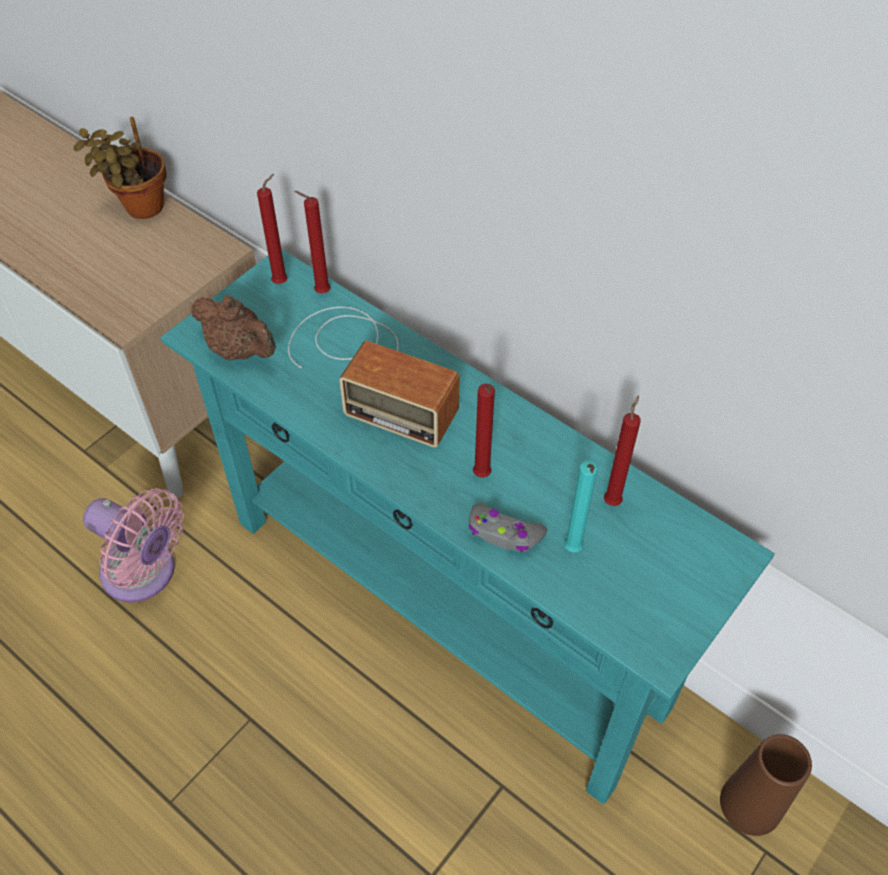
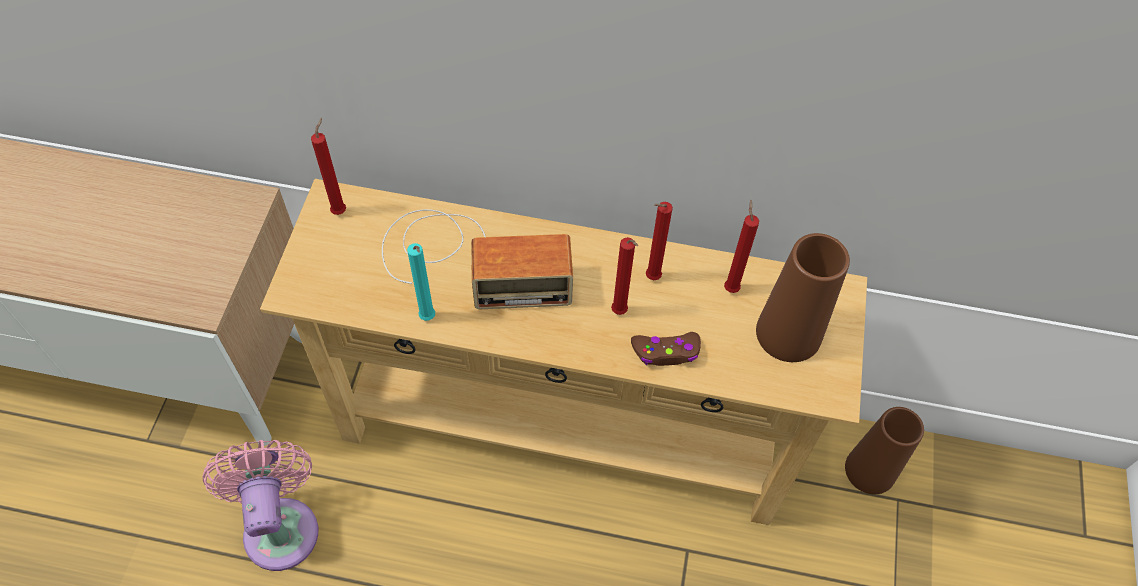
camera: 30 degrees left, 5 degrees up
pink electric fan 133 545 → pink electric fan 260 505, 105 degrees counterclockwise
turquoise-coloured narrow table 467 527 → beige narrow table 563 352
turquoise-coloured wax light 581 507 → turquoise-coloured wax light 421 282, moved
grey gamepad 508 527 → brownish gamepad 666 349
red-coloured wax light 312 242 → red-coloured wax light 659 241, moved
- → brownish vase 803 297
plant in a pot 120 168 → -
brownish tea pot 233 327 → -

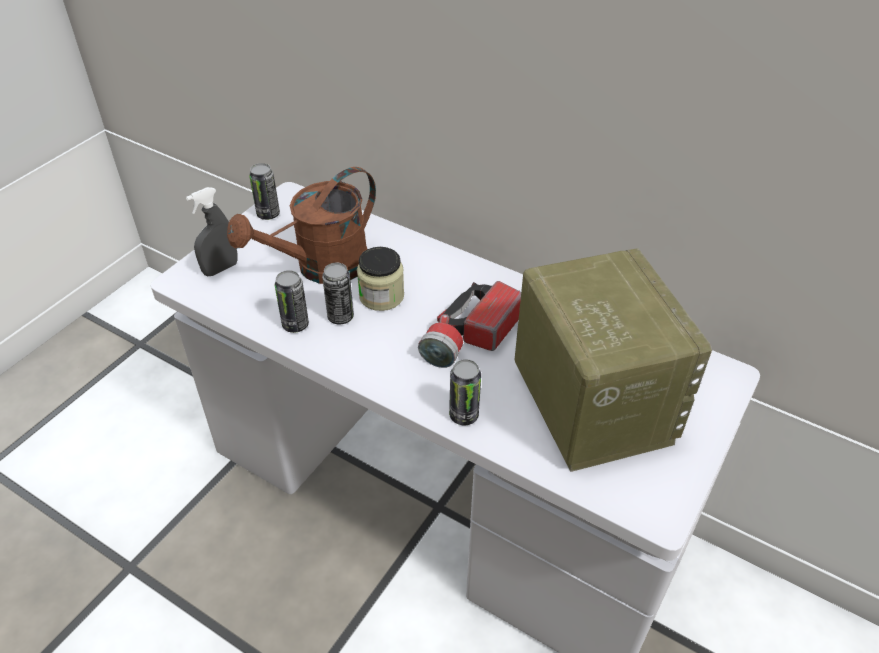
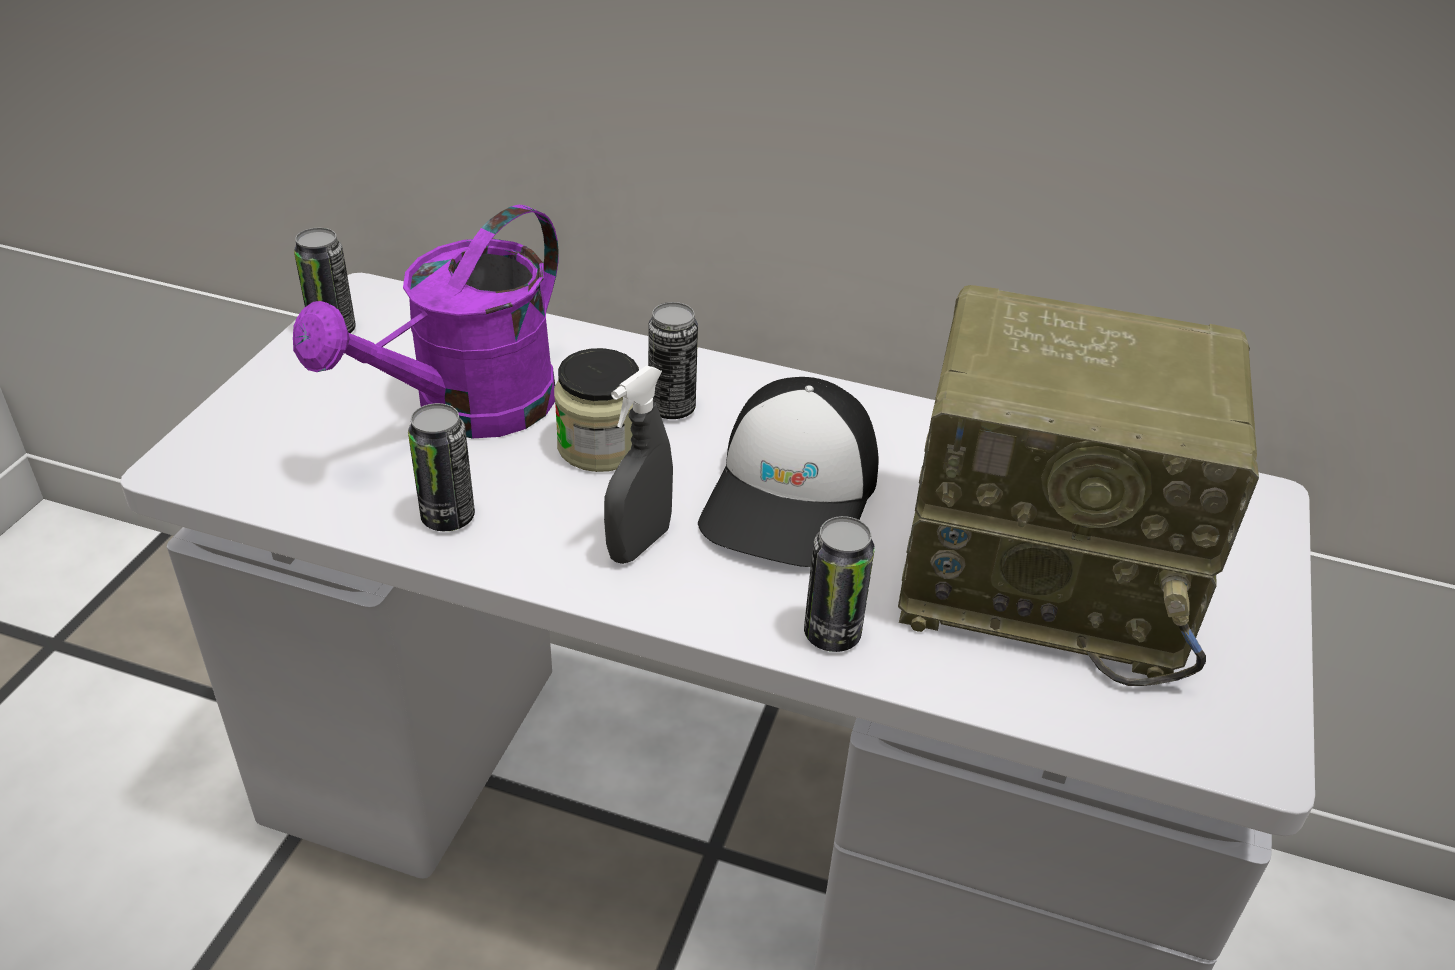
camera: 15 degrees left, 5 degrees down
brownish sprinkling can 301 225 → purplish sprinkling can 426 321
grey hand sprayer 212 231 → grey hand sprayer 638 465, moved
sealed can 338 294 → sealed can 673 360, moved
hand torch 469 324 → cap 788 472
radio receiver 613 360 → radio receiver 1078 485, 135 degrees clockwise

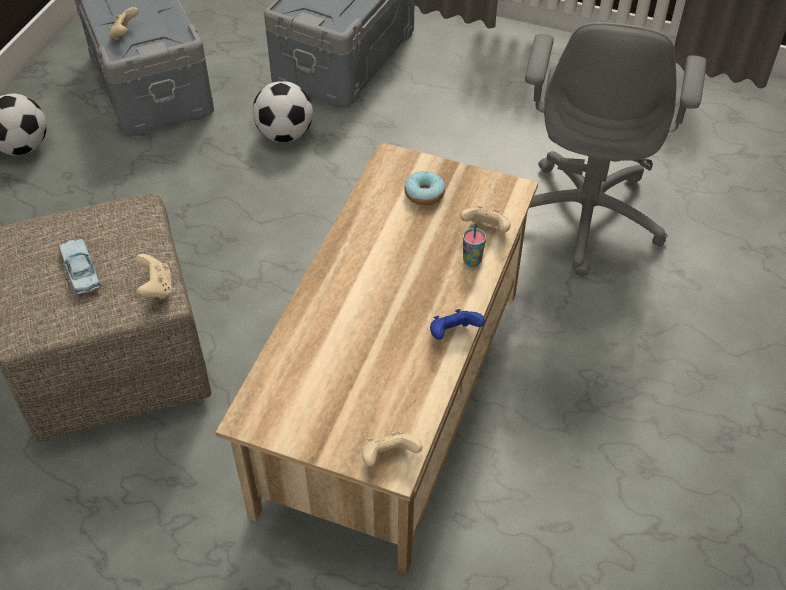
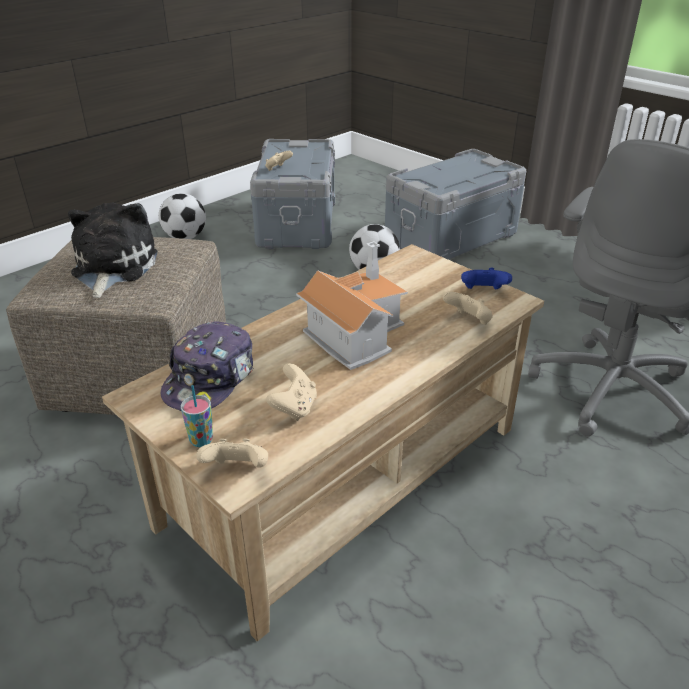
camera: 25 degrees right, 15 degrees down
bluish miniature car 80 267 → plush toy 113 250
- → cap 206 366
drinking cup 474 245 → drinking cup 197 416, moved
beige gamepad 153 276 → beige gamepad 291 392, moved
- → miniature house 352 305
bluish gamepad 457 324 → bluish gamepad 486 278, moved
donut 425 188 → -

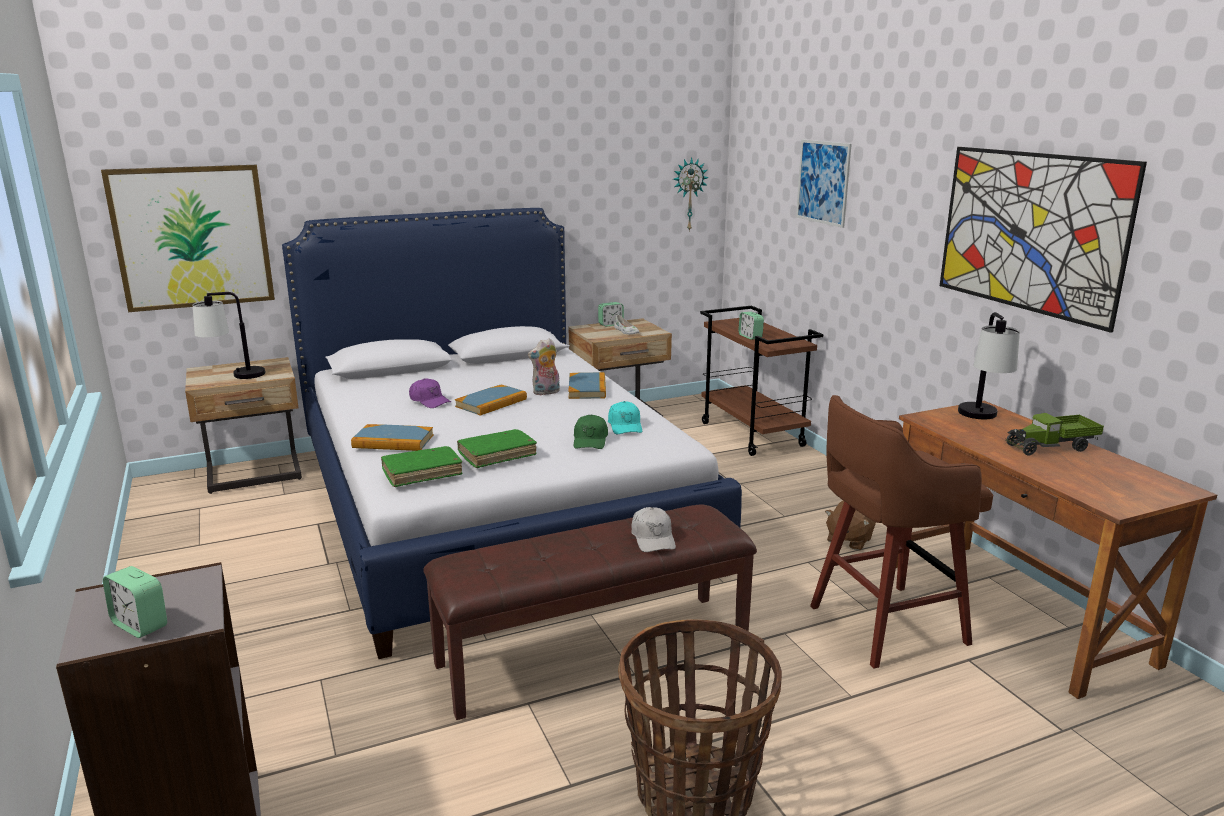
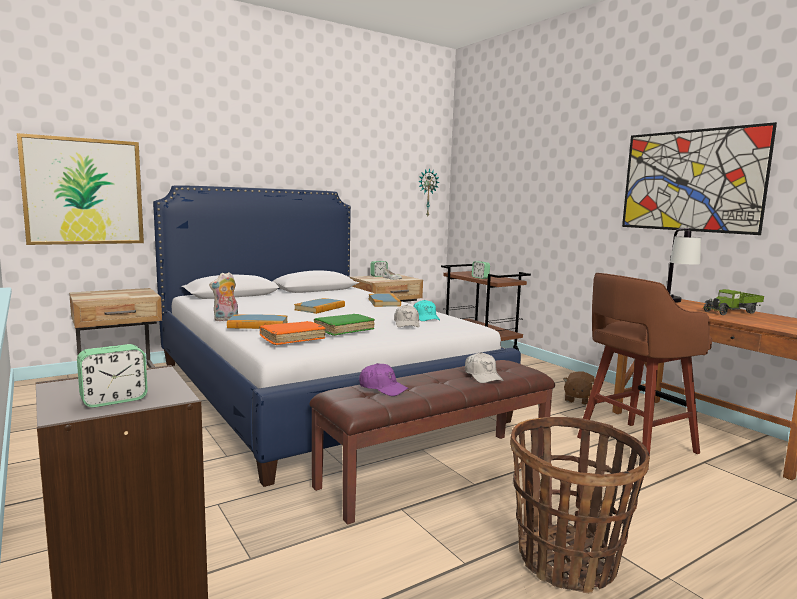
camera: 10 degrees left, 10 degrees down
table clock 135 602 → table clock 112 376, 60 degrees counterclockwise
plush toy 544 366 → plush toy 223 296, moved
green book 421 466 → orange book 292 333
purplish cap 430 393 → purplish cap 384 379, moved
green cap 591 431 → white-coloured cap 407 316
tabletop lamp 229 335 → -
wall picture 824 184 → -

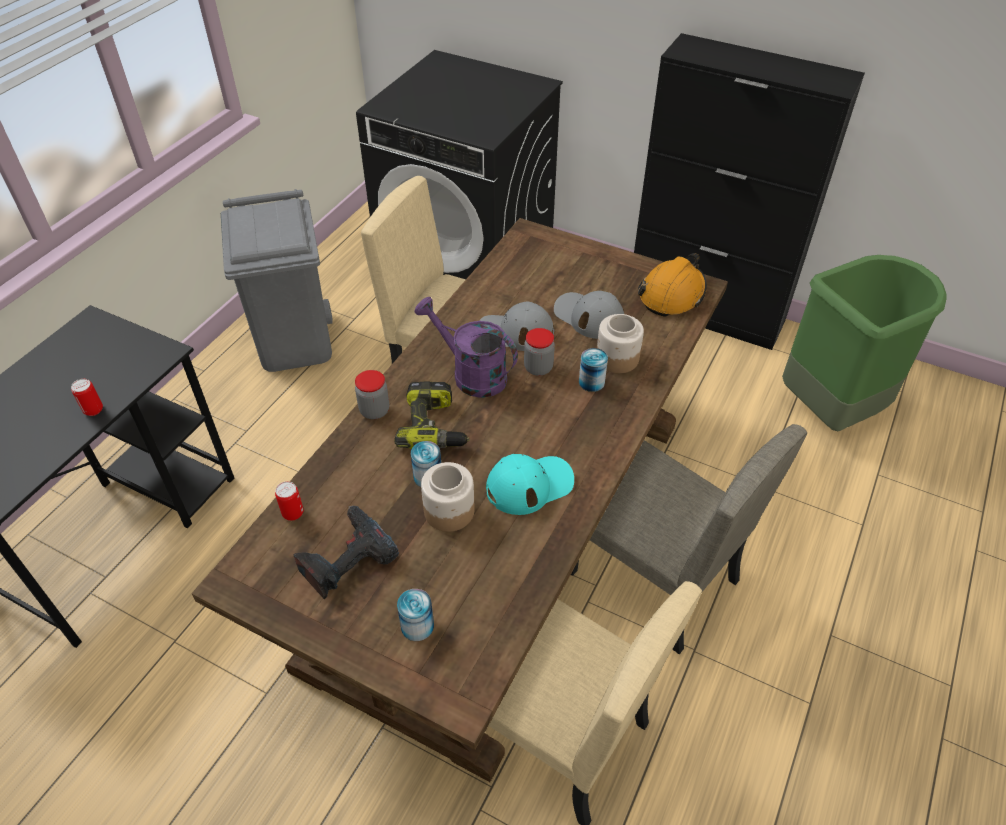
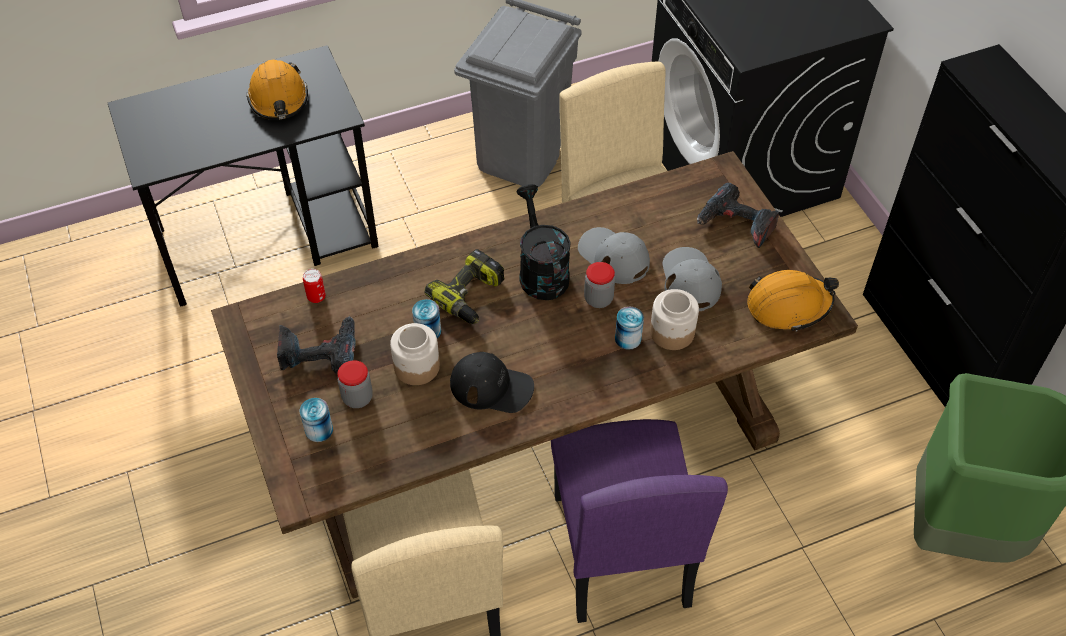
camera: 40 degrees right, 5 degrees up
- → orange hard hat 277 89
preserve jar 372 394 → preserve jar 355 384, moved
turquoise-coloured cap 530 484 → black cap 492 382
purplish sprinkling can 466 347 → black sprinkling can 543 242
beige upright chair 689 539 → purplish upright chair 639 521
- → drill 738 215
sealed can 87 397 → -

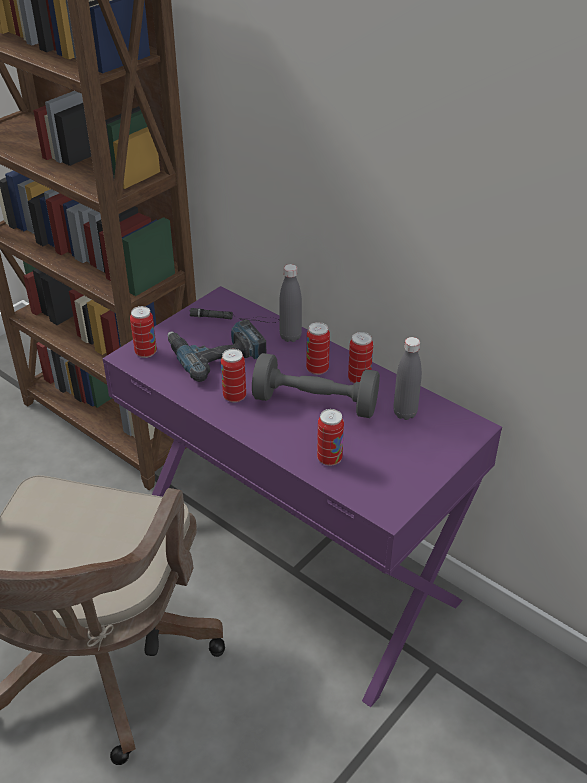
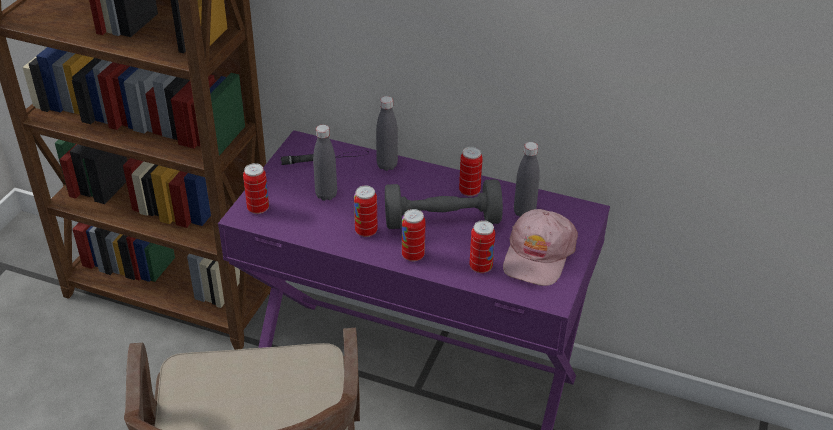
camera: 20 degrees left, 0 degrees up
drill 217 350 → grey beverage bottle 325 163
sealed can 318 348 → sealed can 413 235, moved
- → pink cap 540 247

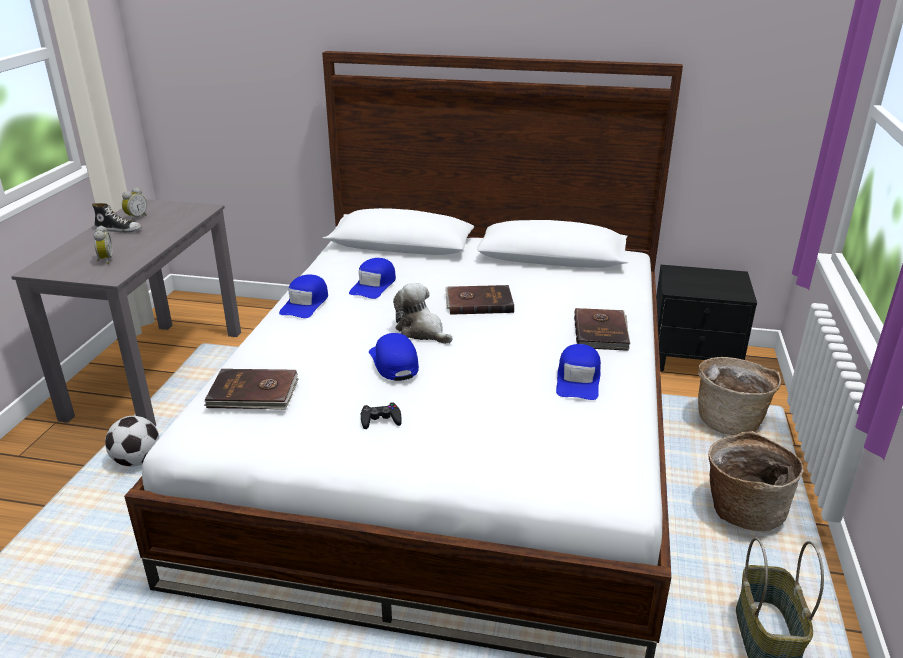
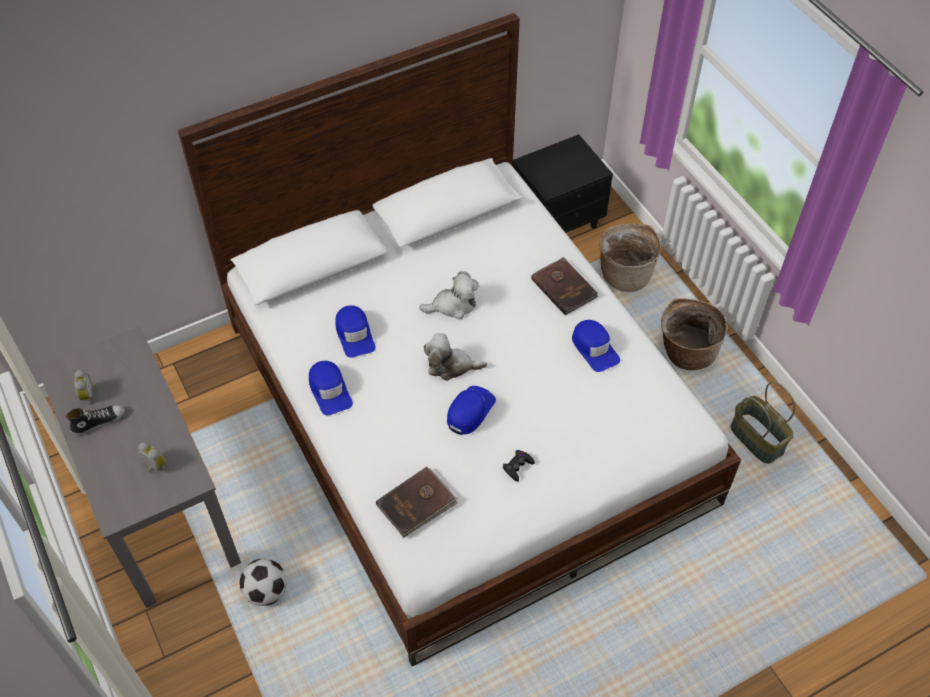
camera: 40 degrees left, 25 degrees up
brownish book 479 300 → plush toy 449 295
bluish cap 394 357 → bluish cap 471 410, 90 degrees clockwise

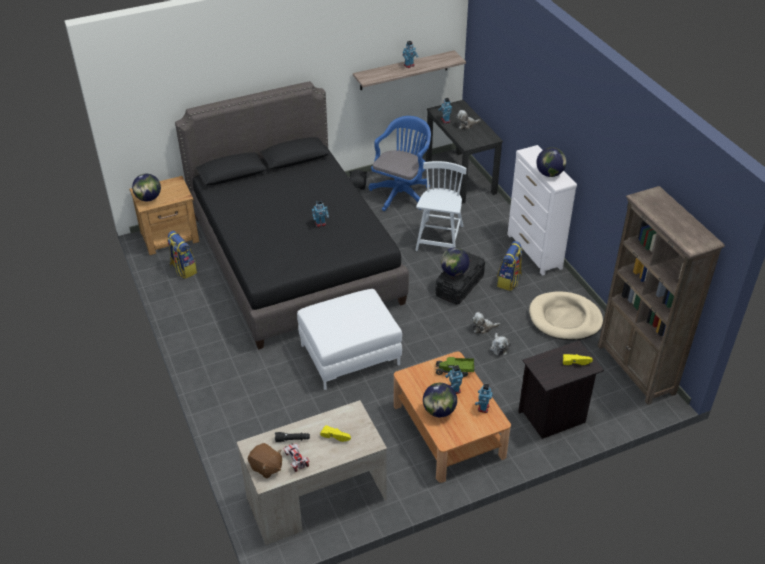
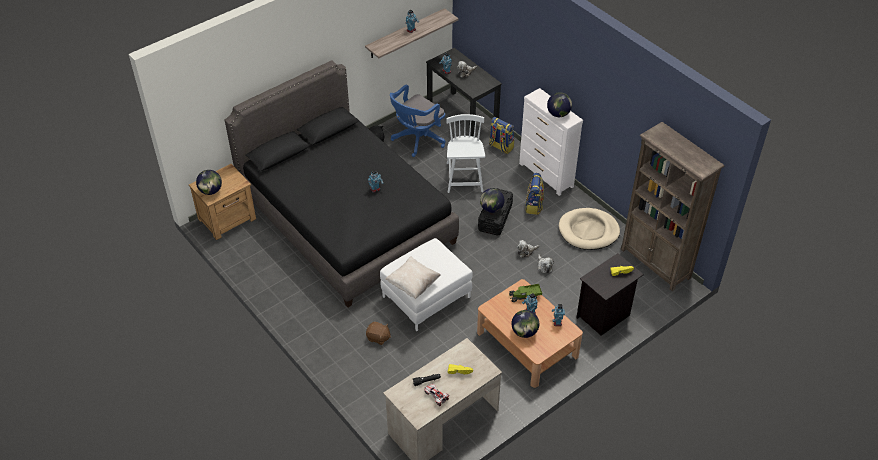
camera: 15 degrees left, 5 degrees up
brownish plush toy 265 461 → brownish plush toy 378 333, moved
- → beige throw pillow 413 278
bluish desk chair 400 163 → bluish desk chair 418 120, 150 degrees counterclockwise
backpack 182 255 → backpack 501 135, moved

